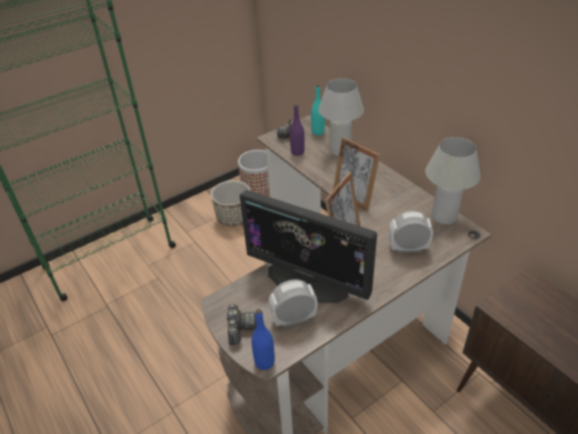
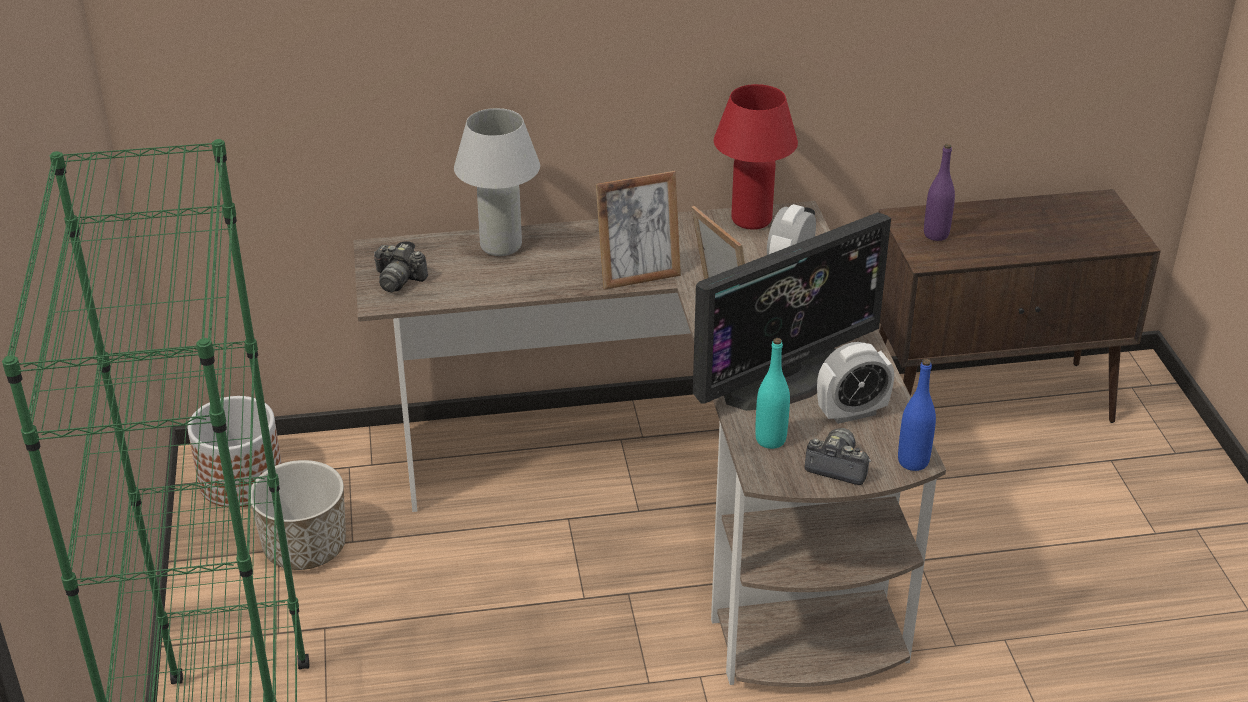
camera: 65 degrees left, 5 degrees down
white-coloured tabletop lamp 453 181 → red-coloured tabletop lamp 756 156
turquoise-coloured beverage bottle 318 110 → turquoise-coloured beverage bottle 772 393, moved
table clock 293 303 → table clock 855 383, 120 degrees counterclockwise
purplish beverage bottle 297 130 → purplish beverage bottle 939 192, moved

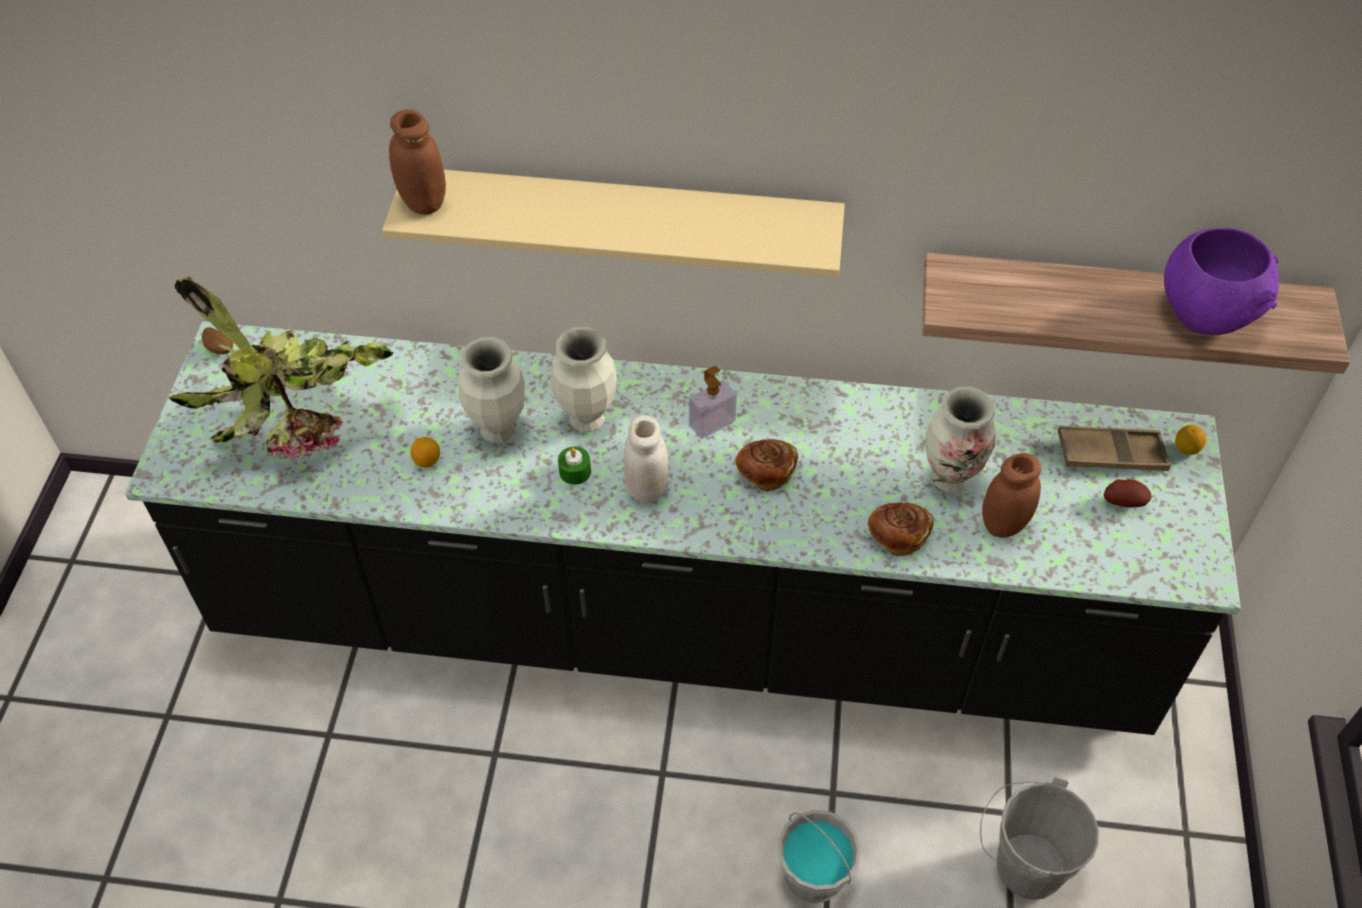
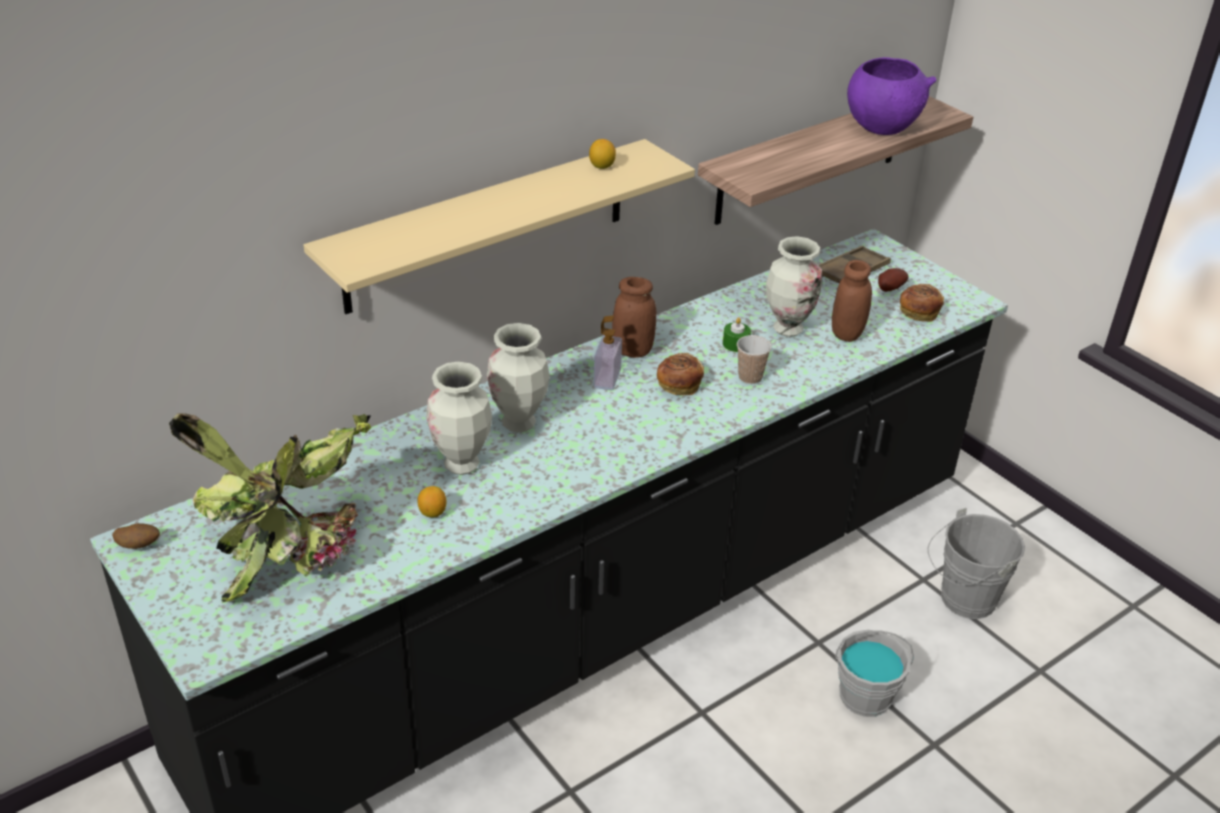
camera: 45 degrees left, 15 degrees down
whole lemon 1190 440 → whole lemon 602 154, moved
brownish preserve jar 417 162 → brownish preserve jar 634 317, moved
green wax light 574 465 → green wax light 737 334, moved
- → drinking cup 754 359
baked bread 901 529 → baked bread 922 303, moved
white-coloured preserve jar 646 459 → -

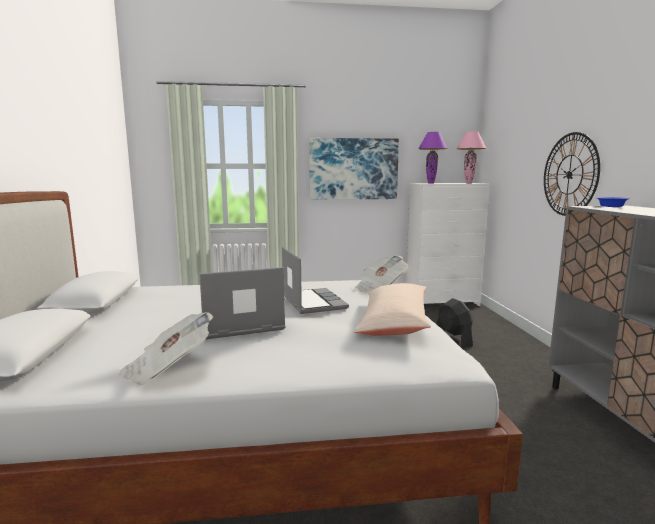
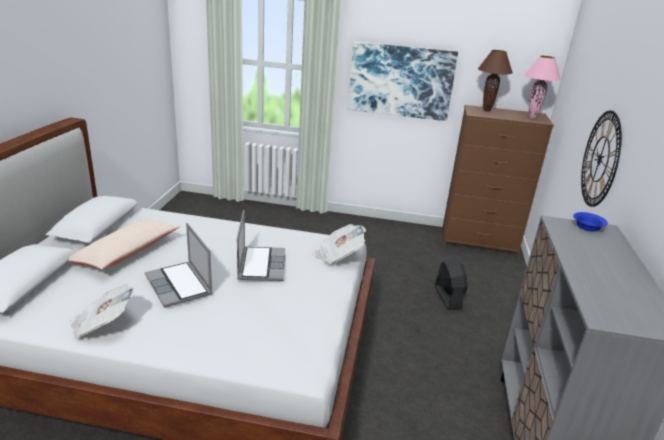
camera: 15 degrees right, 15 degrees up
beige throw pillow 392 309 → beige throw pillow 124 244, moved
notebook computer 242 303 → notebook computer 179 265, 120 degrees counterclockwise
white-coloured dresser 448 244 → brownish dresser 498 181
purplish tabletop lamp 433 157 → brownish tabletop lamp 495 80

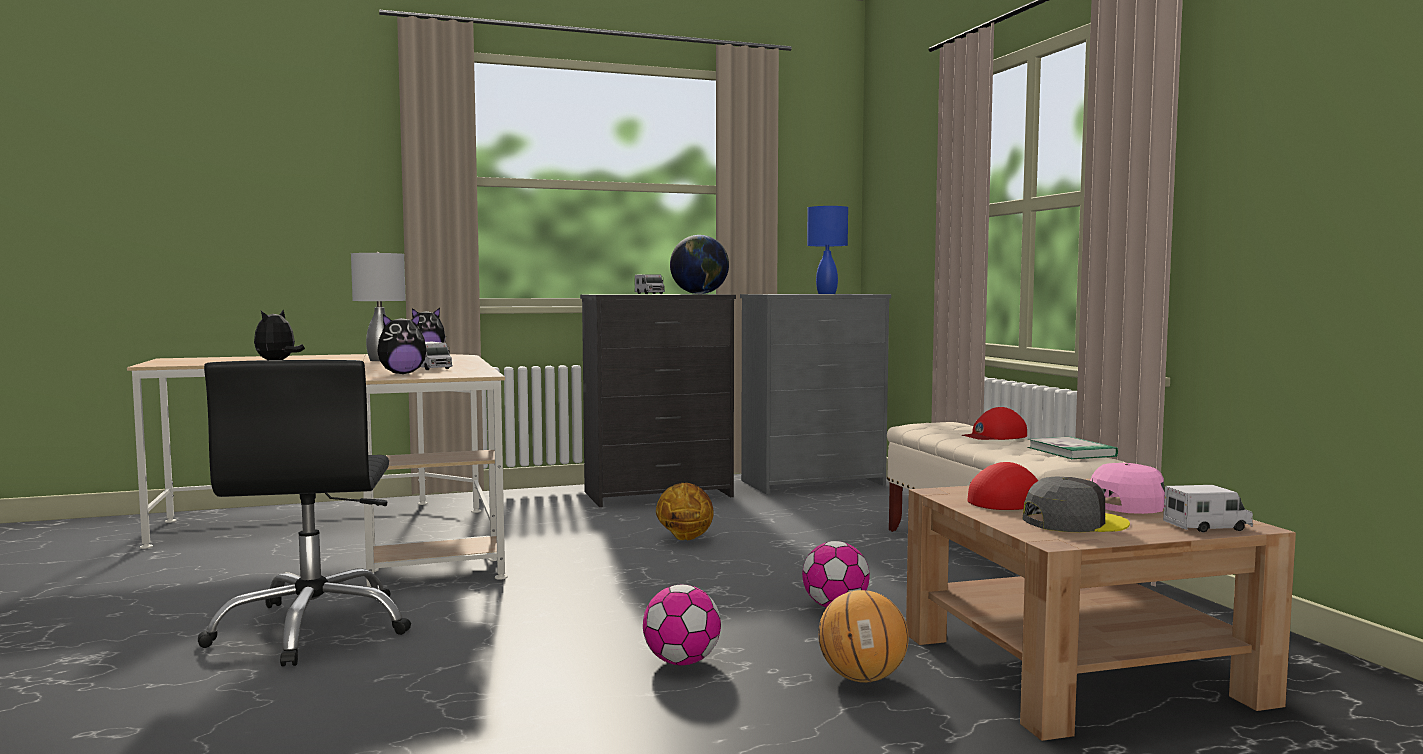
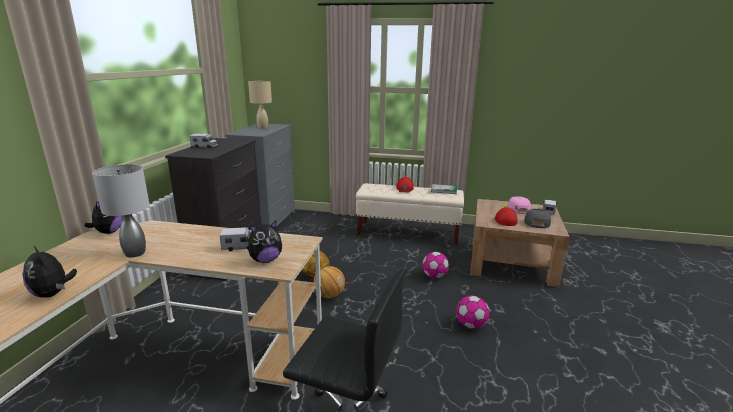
camera: 60 degrees left, 15 degrees up
bluish tabletop lamp 827 250 → beige tabletop lamp 260 105
plush toy 402 343 → plush toy 265 242, 60 degrees clockwise
ball for basketball 863 636 → ball for basketball 329 282, moved
desk globe 699 264 → -

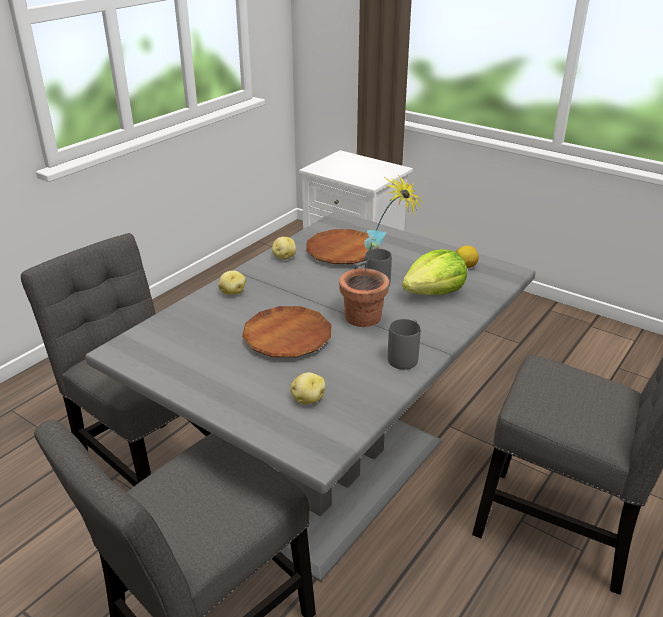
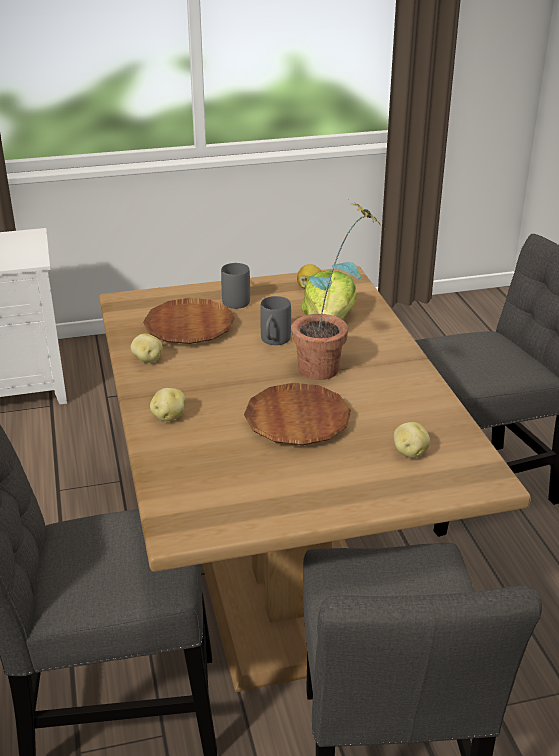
camera: 50 degrees left, 0 degrees up
grey kitchen table 310 396 → brownish kitchen table 315 479
grey tea mug 404 344 → grey tea mug 235 286, moved

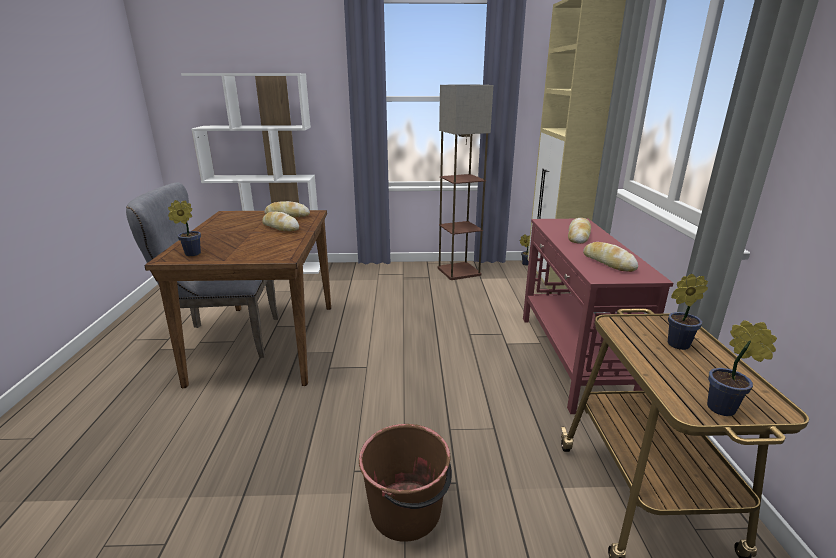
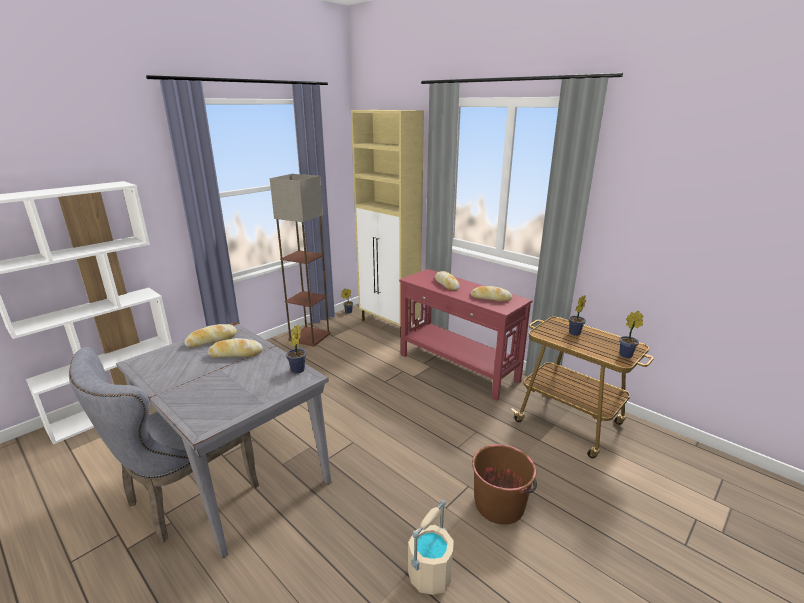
camera: 45 degrees left, 0 degrees up
brownish kitchen table 237 299 → grey kitchen table 223 440
plant in a pot 184 228 → plant in a pot 296 349, moved
- → beige bucket 431 547

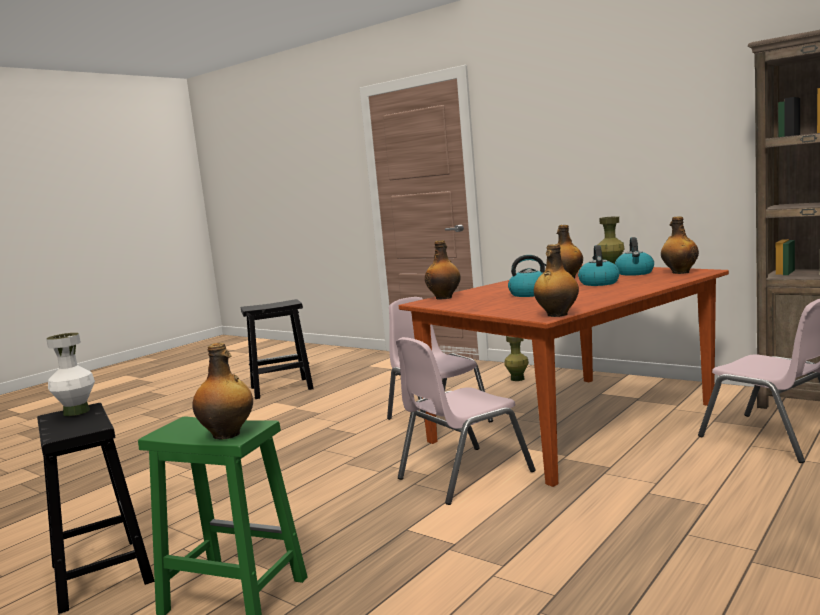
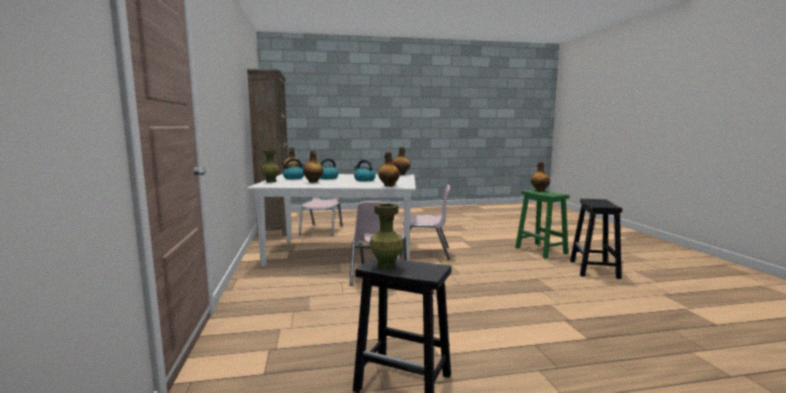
camera: 140 degrees left, 0 degrees up
brownish kitchen table 564 375 → white-coloured kitchen table 331 220
green vase 516 358 → green vase 387 237, moved
white-coloured vase 70 374 → -

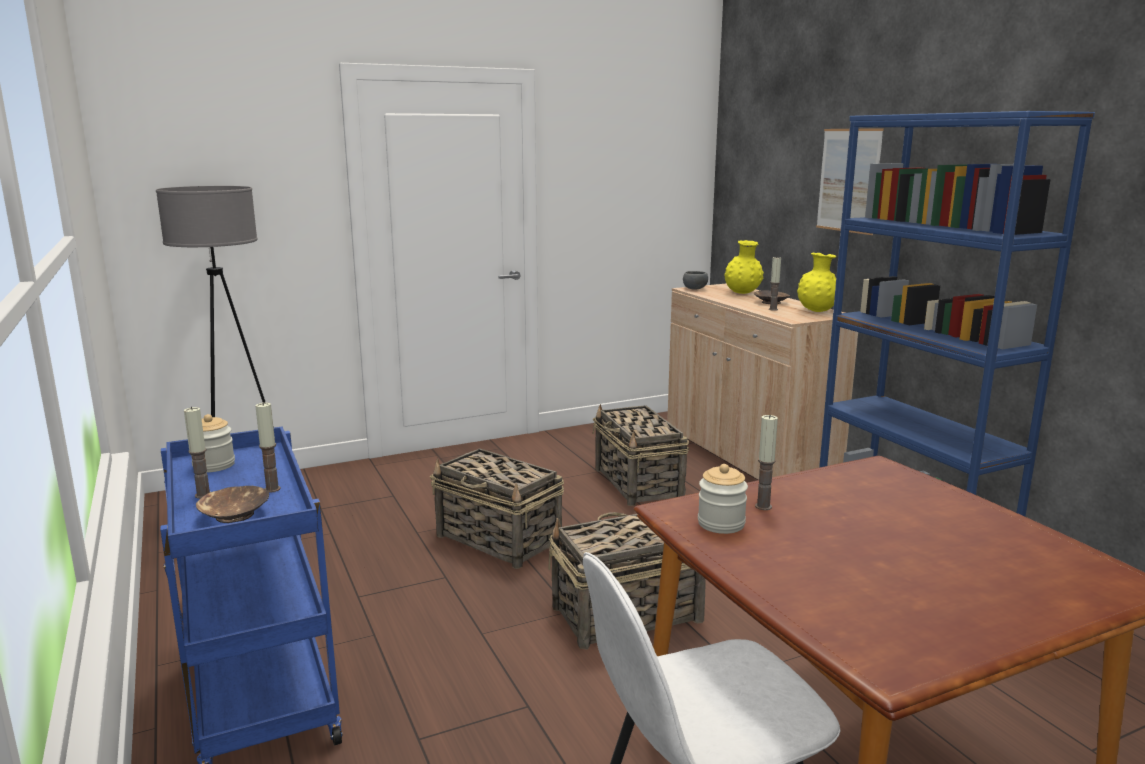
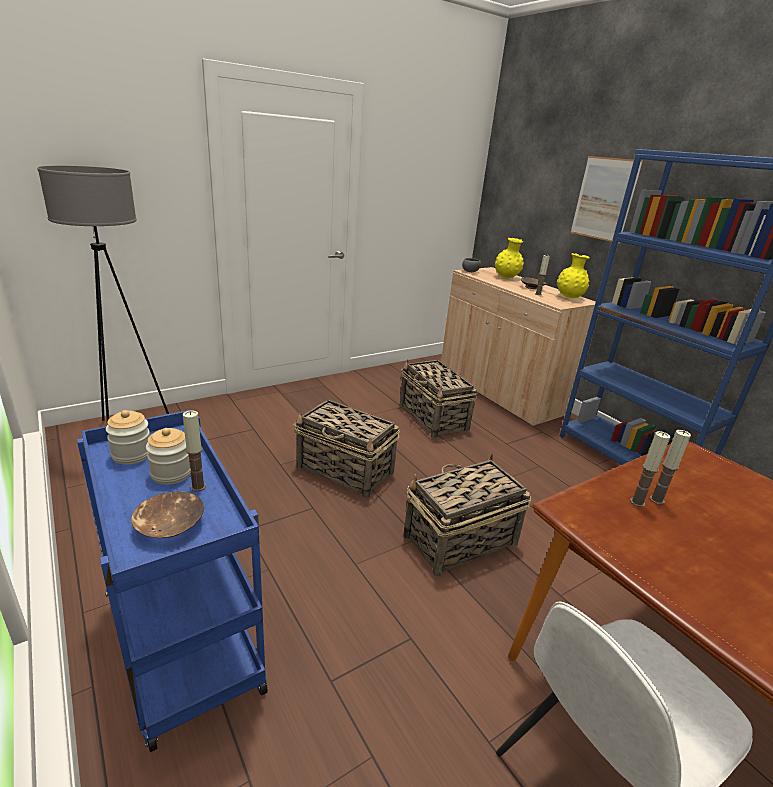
camera: 10 degrees left, 10 degrees up
preserve jar 723 499 → preserve jar 168 456, moved
wax light 197 453 → wax light 670 467, moved

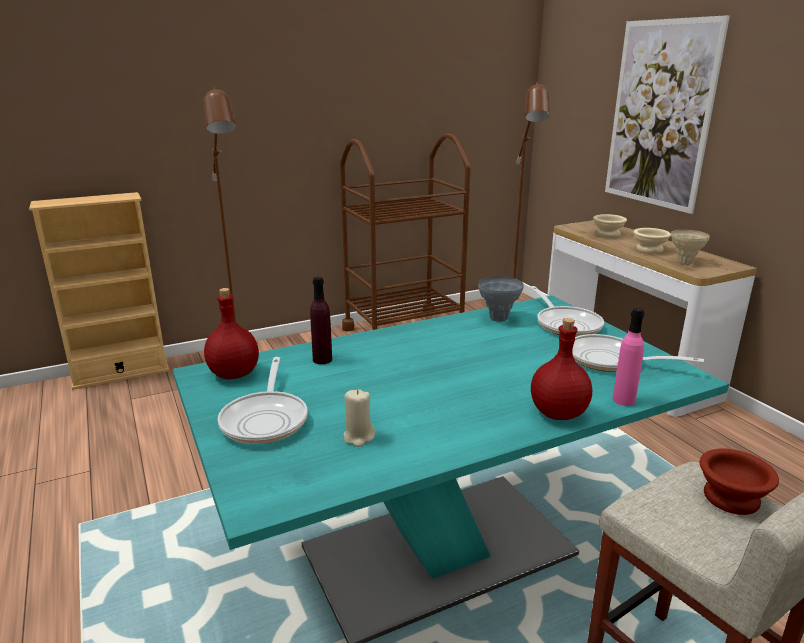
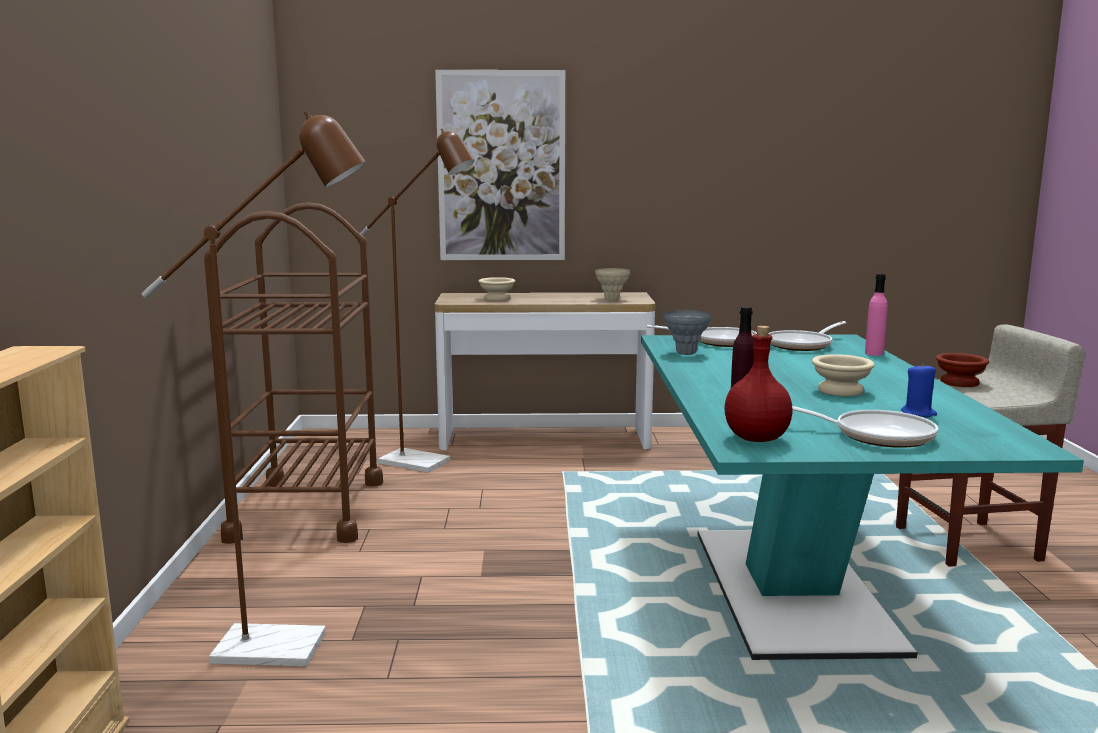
camera: 65 degrees left, 10 degrees down
beige deep dish 652 241 → beige deep dish 843 375, moved
beige wax light 359 418 → bluish wax light 919 390
red-coloured beverage bottle 561 369 → -

